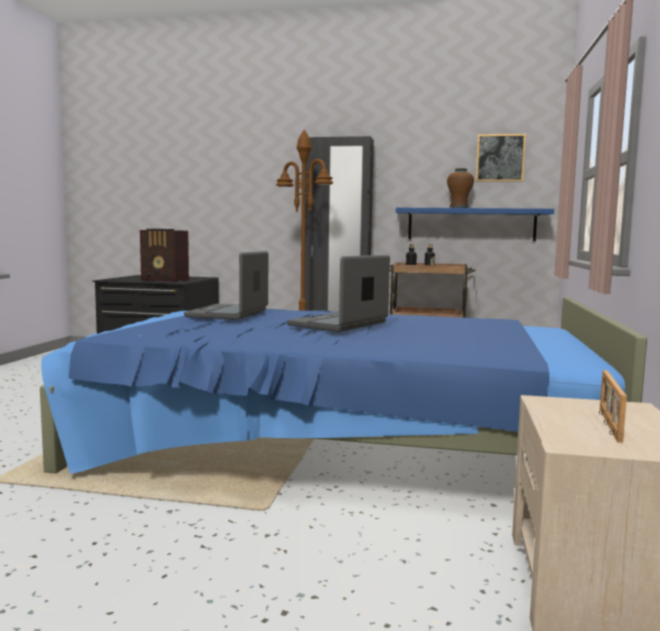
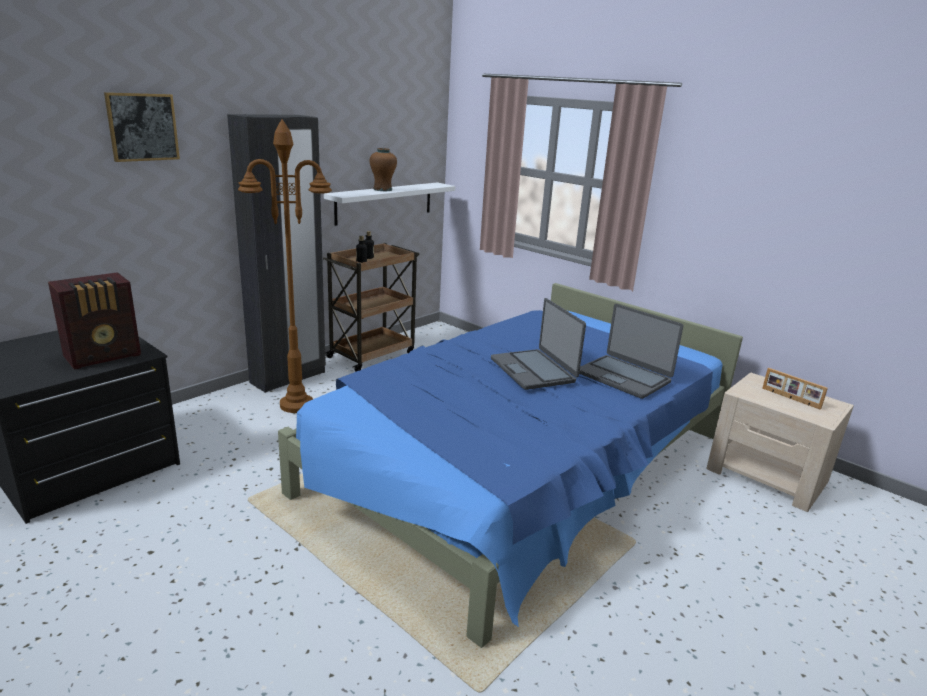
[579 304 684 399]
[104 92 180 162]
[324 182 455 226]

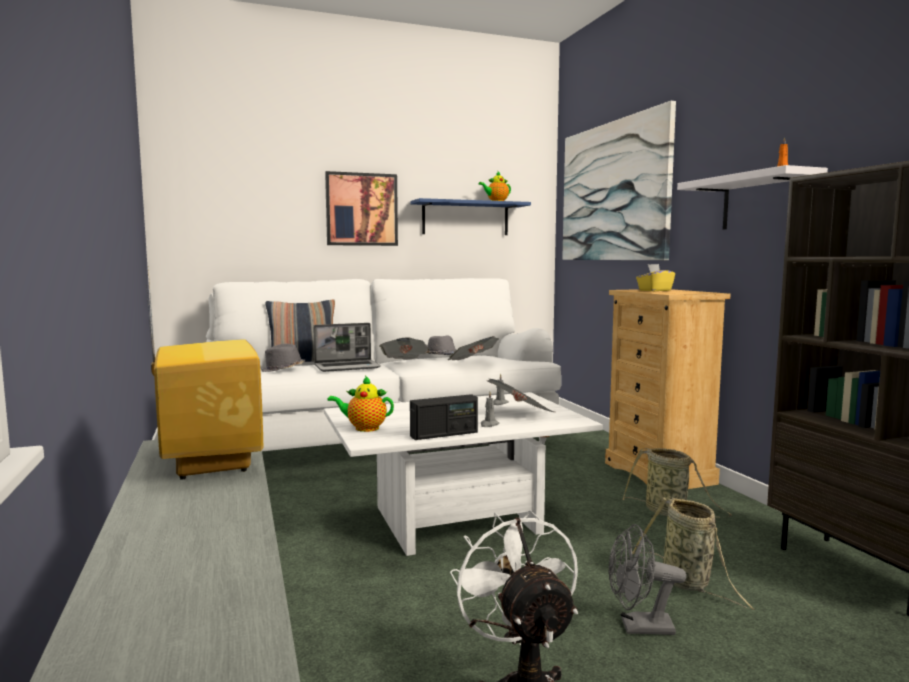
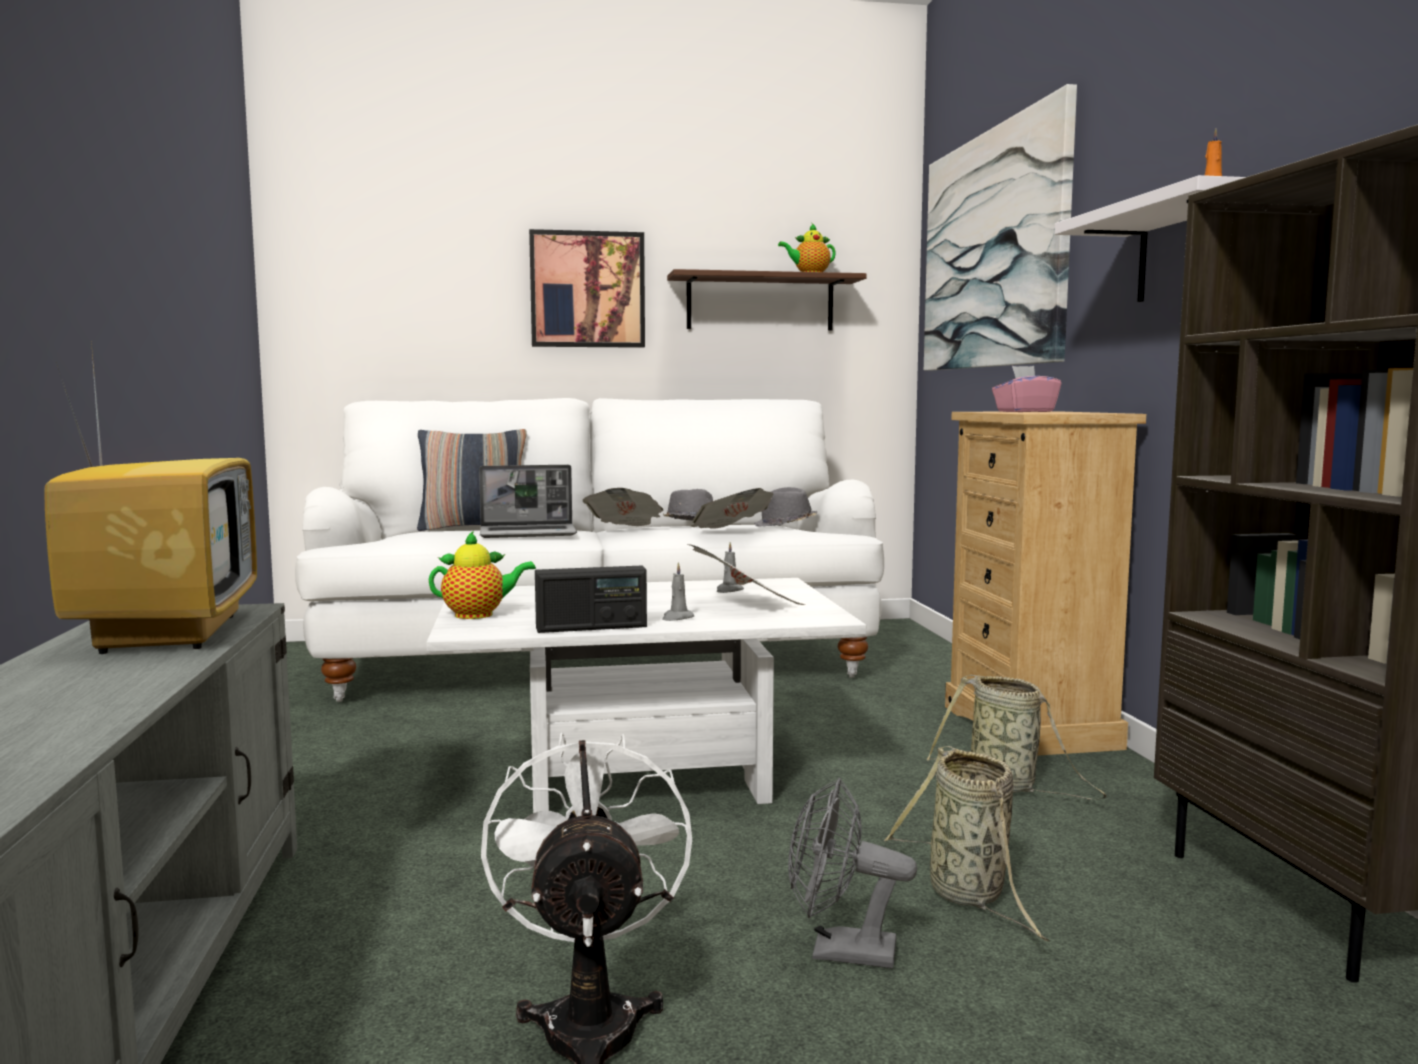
[754 487 818 527]
[667 269 867 331]
[992 366 1061 412]
[429 531 536 619]

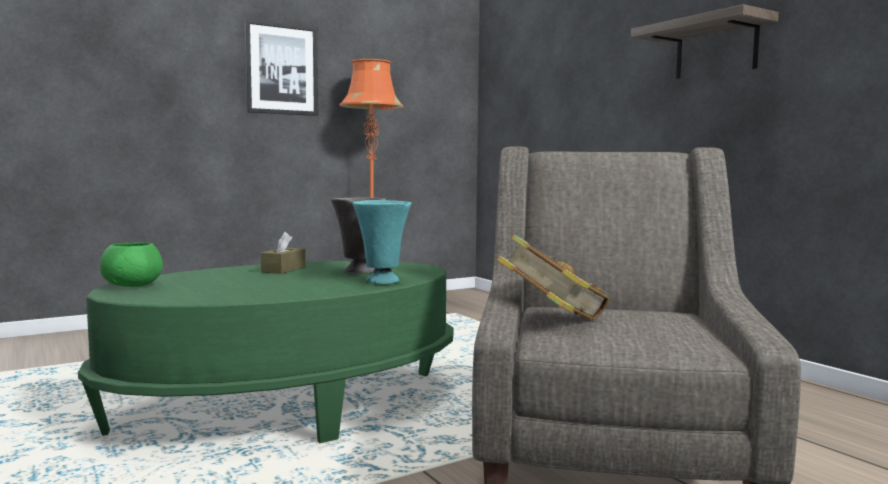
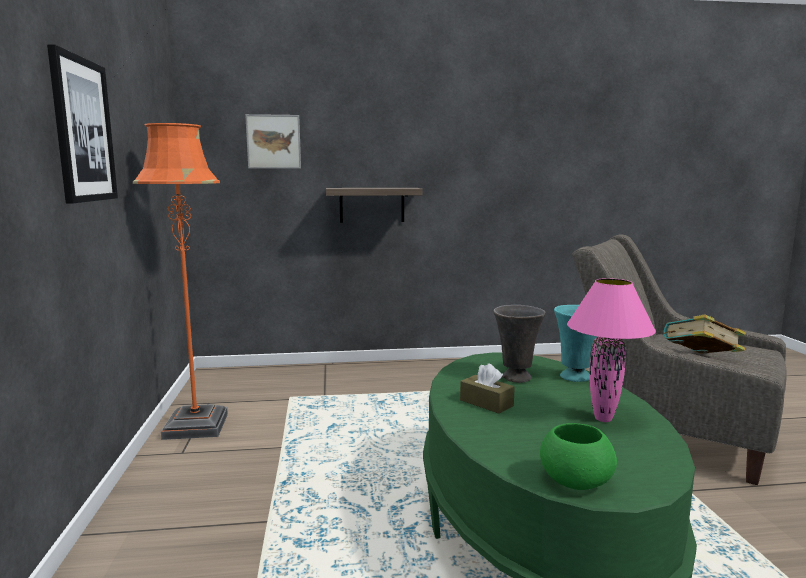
[245 114 301 169]
[567 278 656 422]
[326 188 423 223]

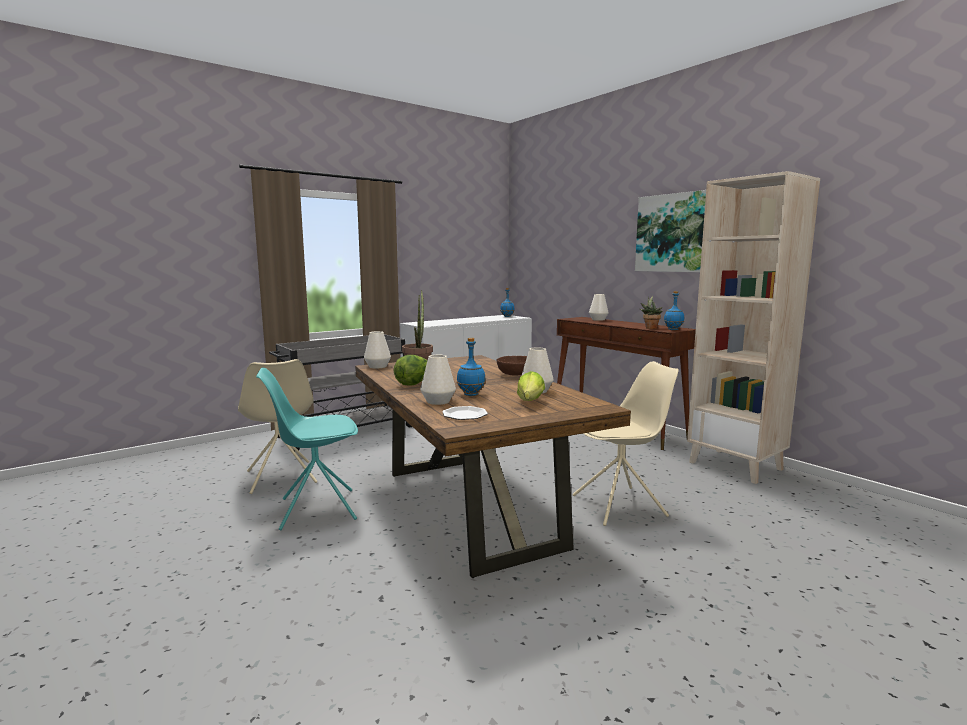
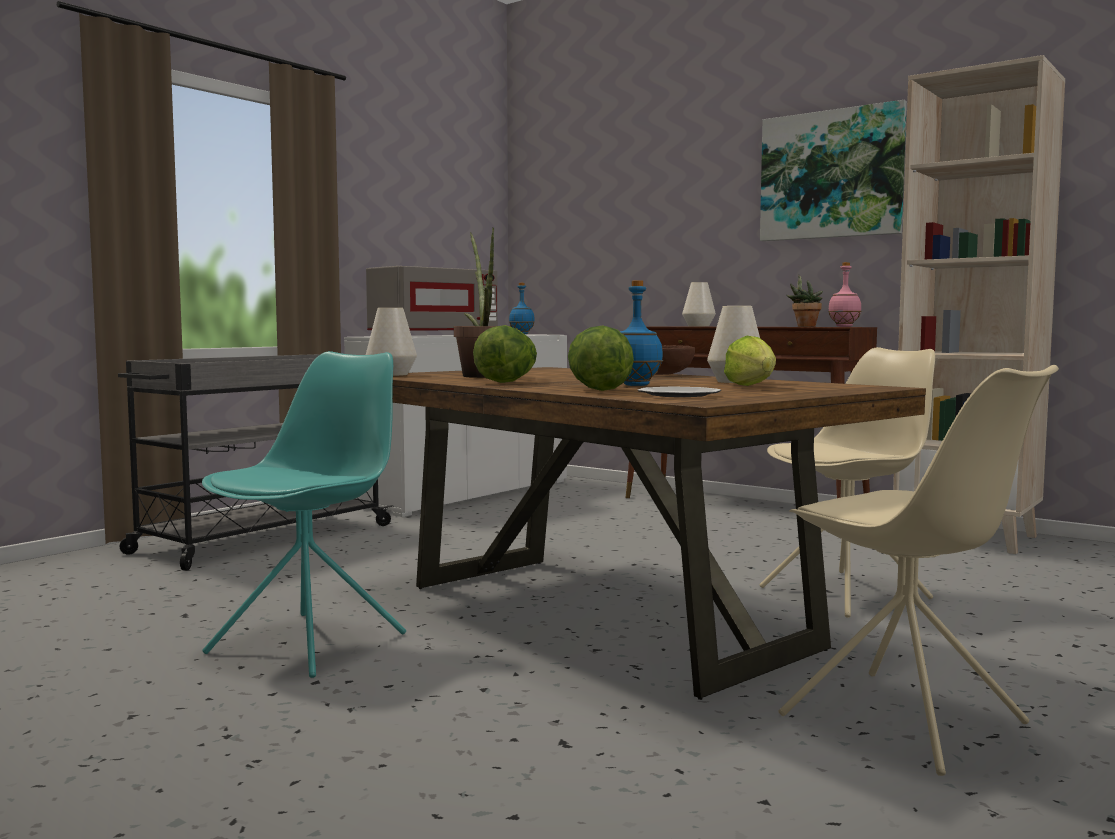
[366 266 498 331]
[779 365 1059 776]
[568 326 634 391]
[828 262 862 327]
[202 351 406 678]

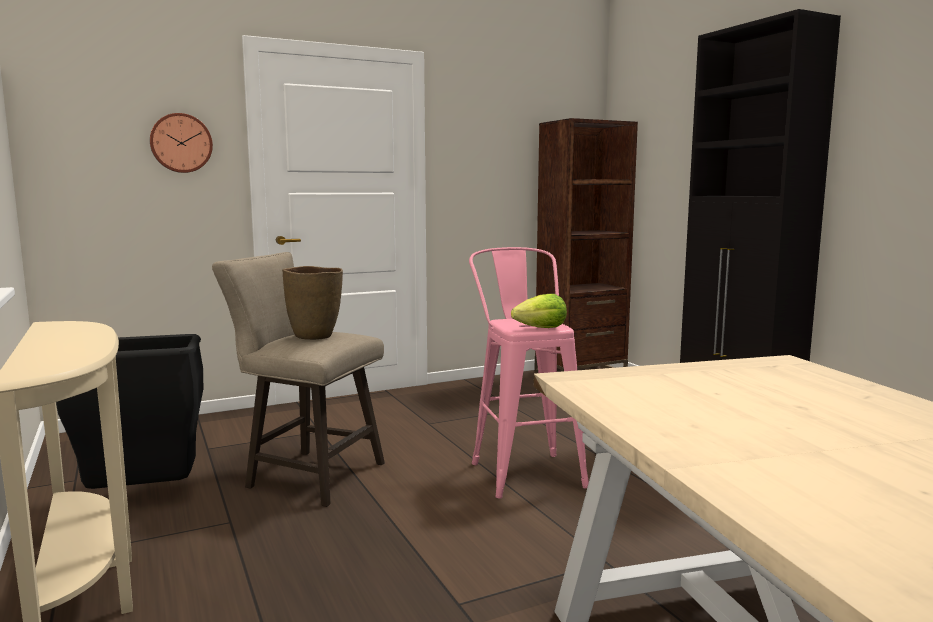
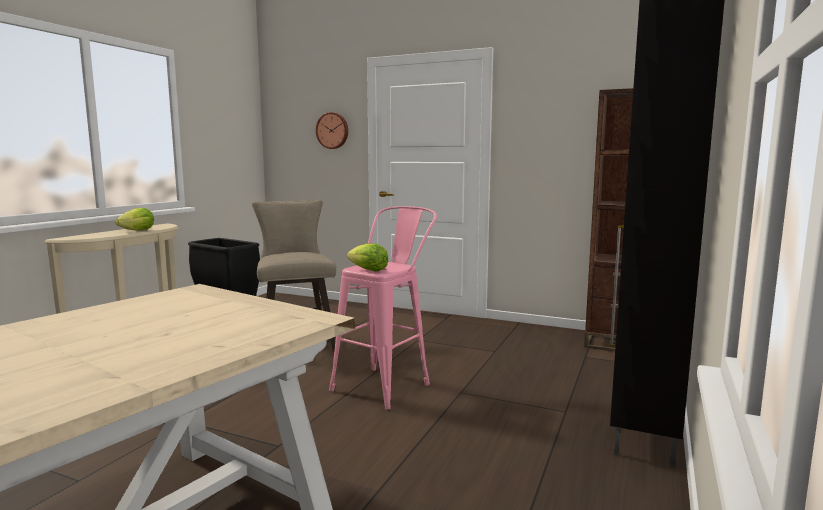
[282 266 343 340] (first image)
[115 208 154 230]

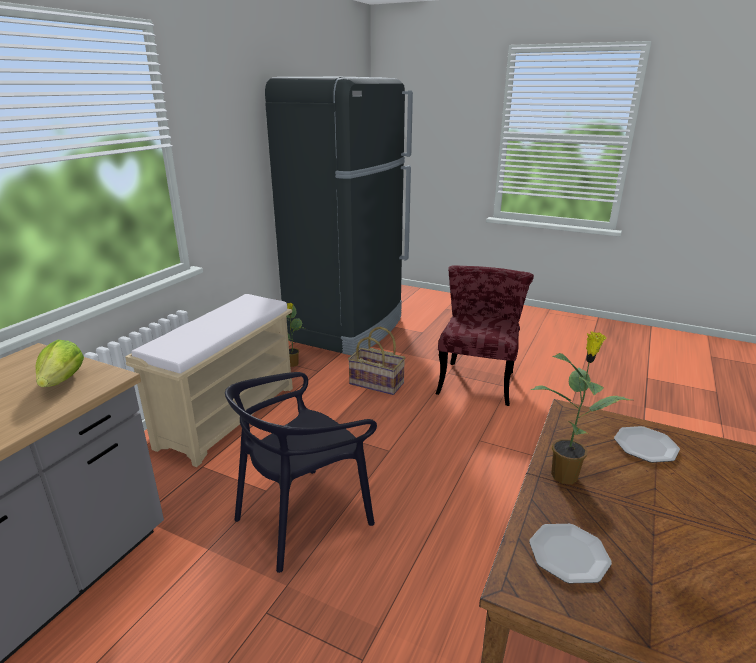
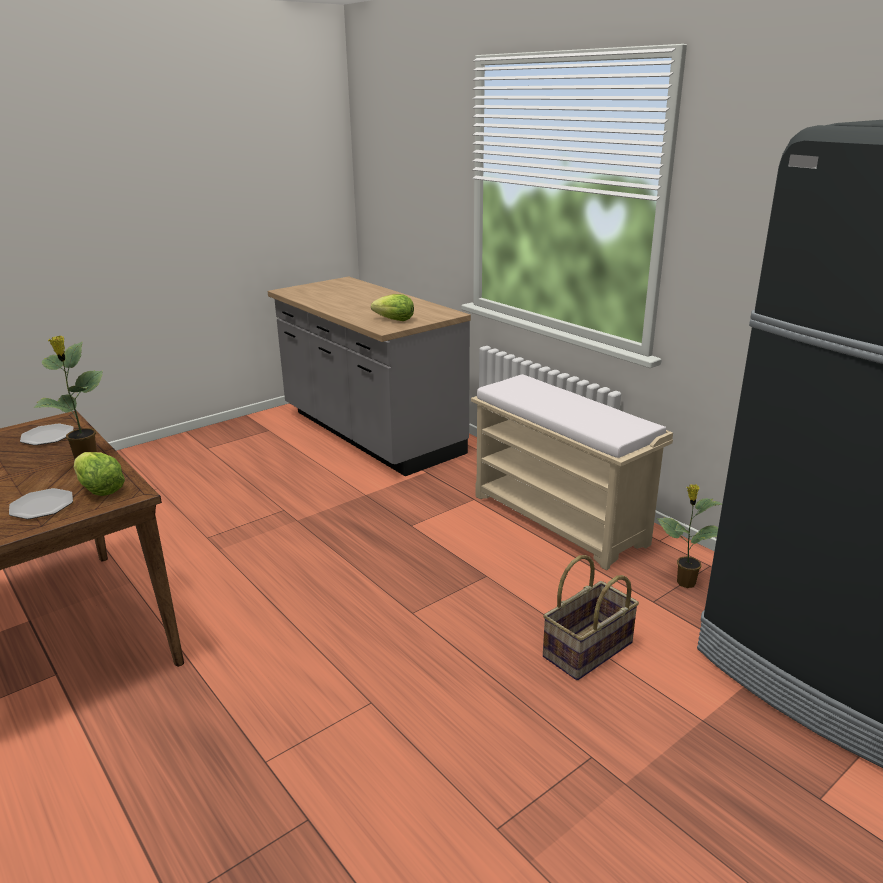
[225 372 377 573] (first image)
[436 265 534 406] (first image)
[74 452 125 496]

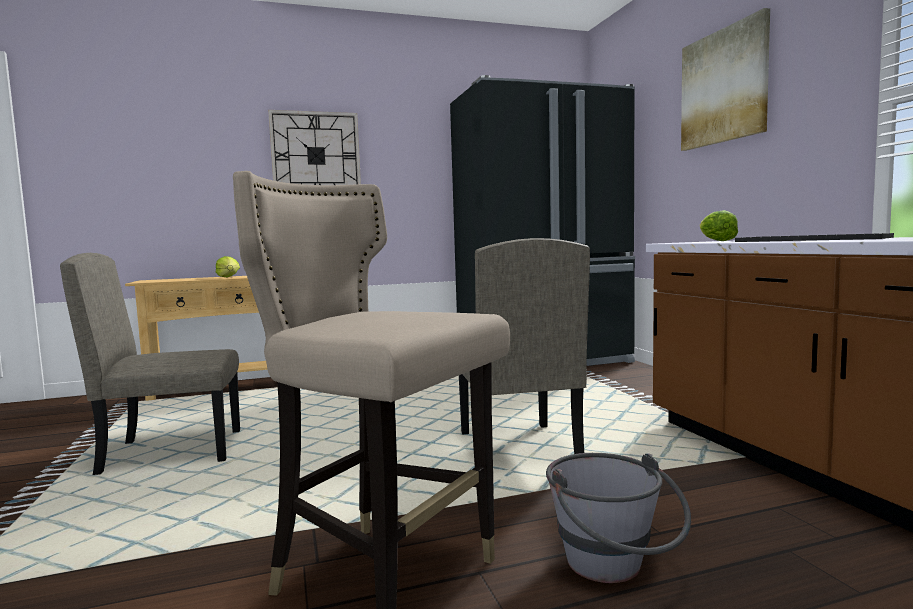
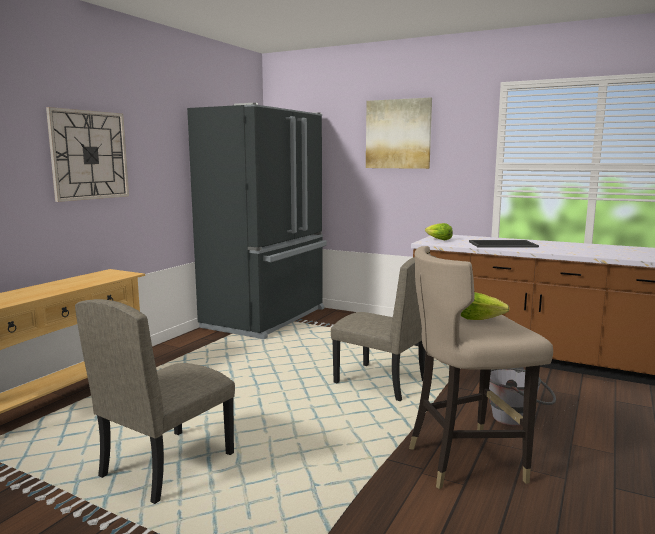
[461 292 510 320]

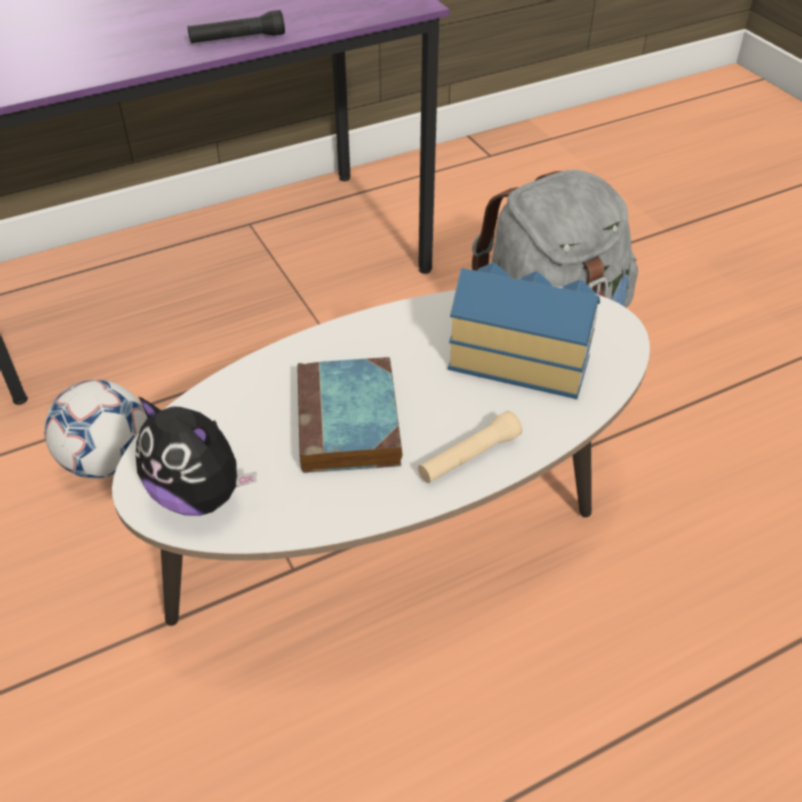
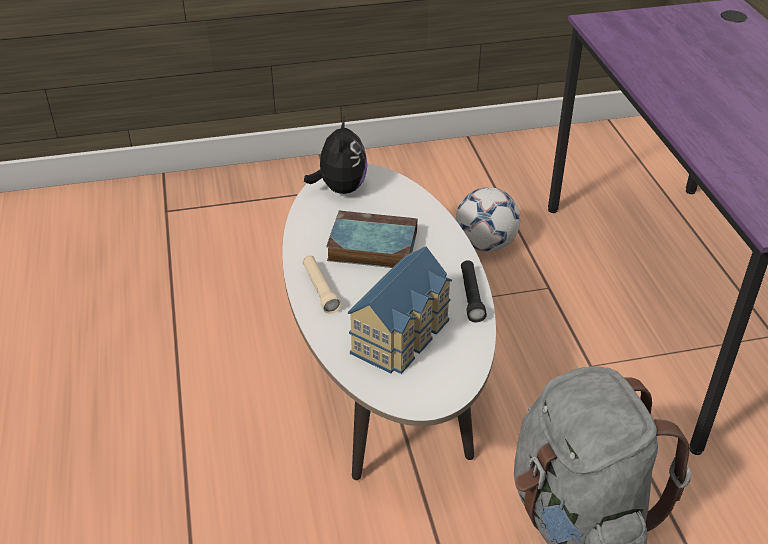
[461 260 487 323]
[304 116 368 194]

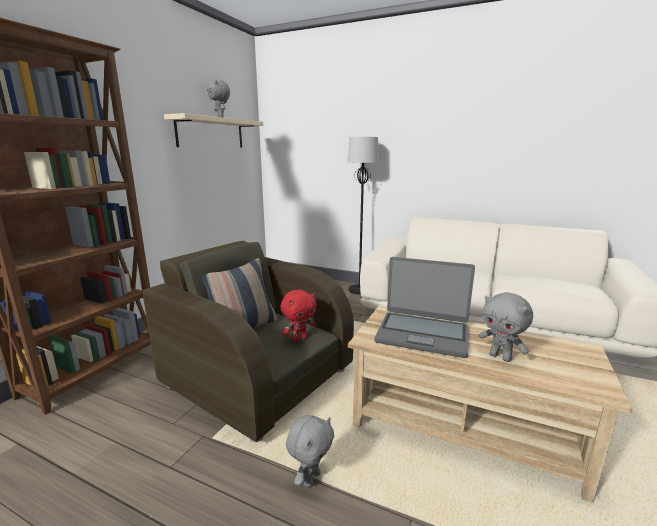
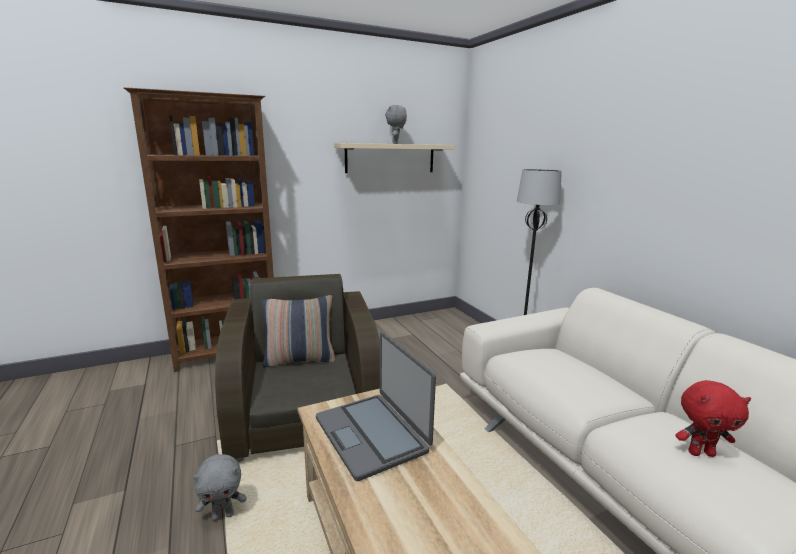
[479 292 533 362] (first image)
[675 380 751 457]

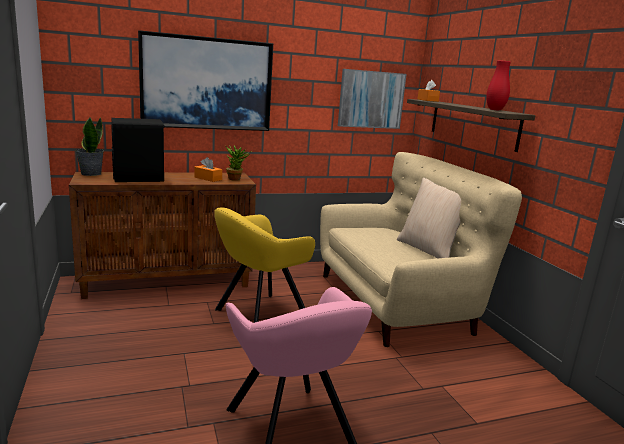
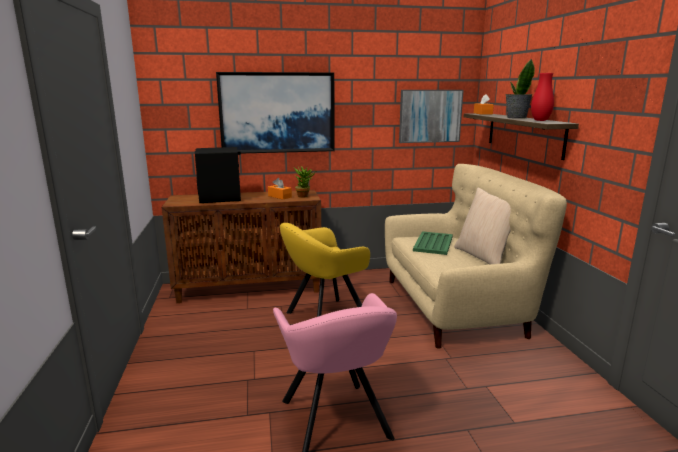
[413 231 453 255]
[505 59 535 119]

